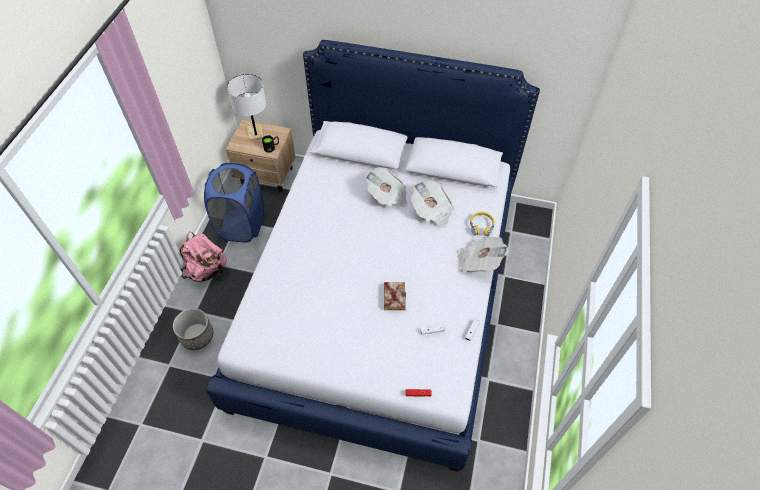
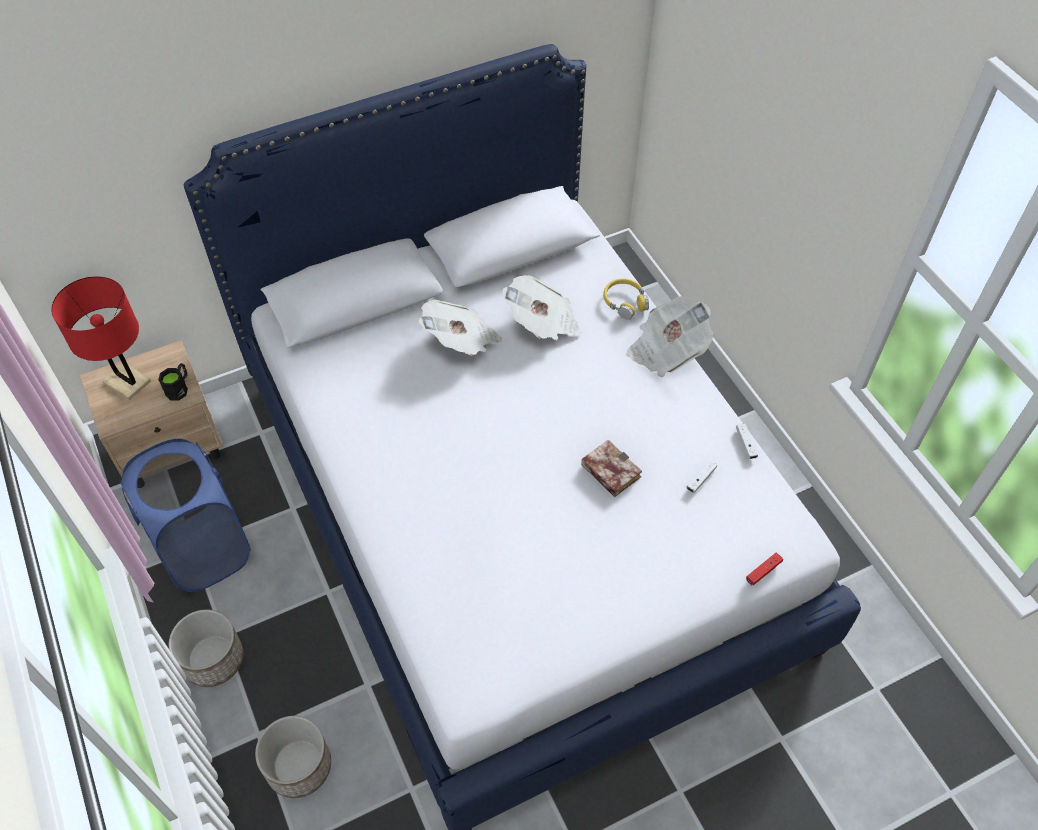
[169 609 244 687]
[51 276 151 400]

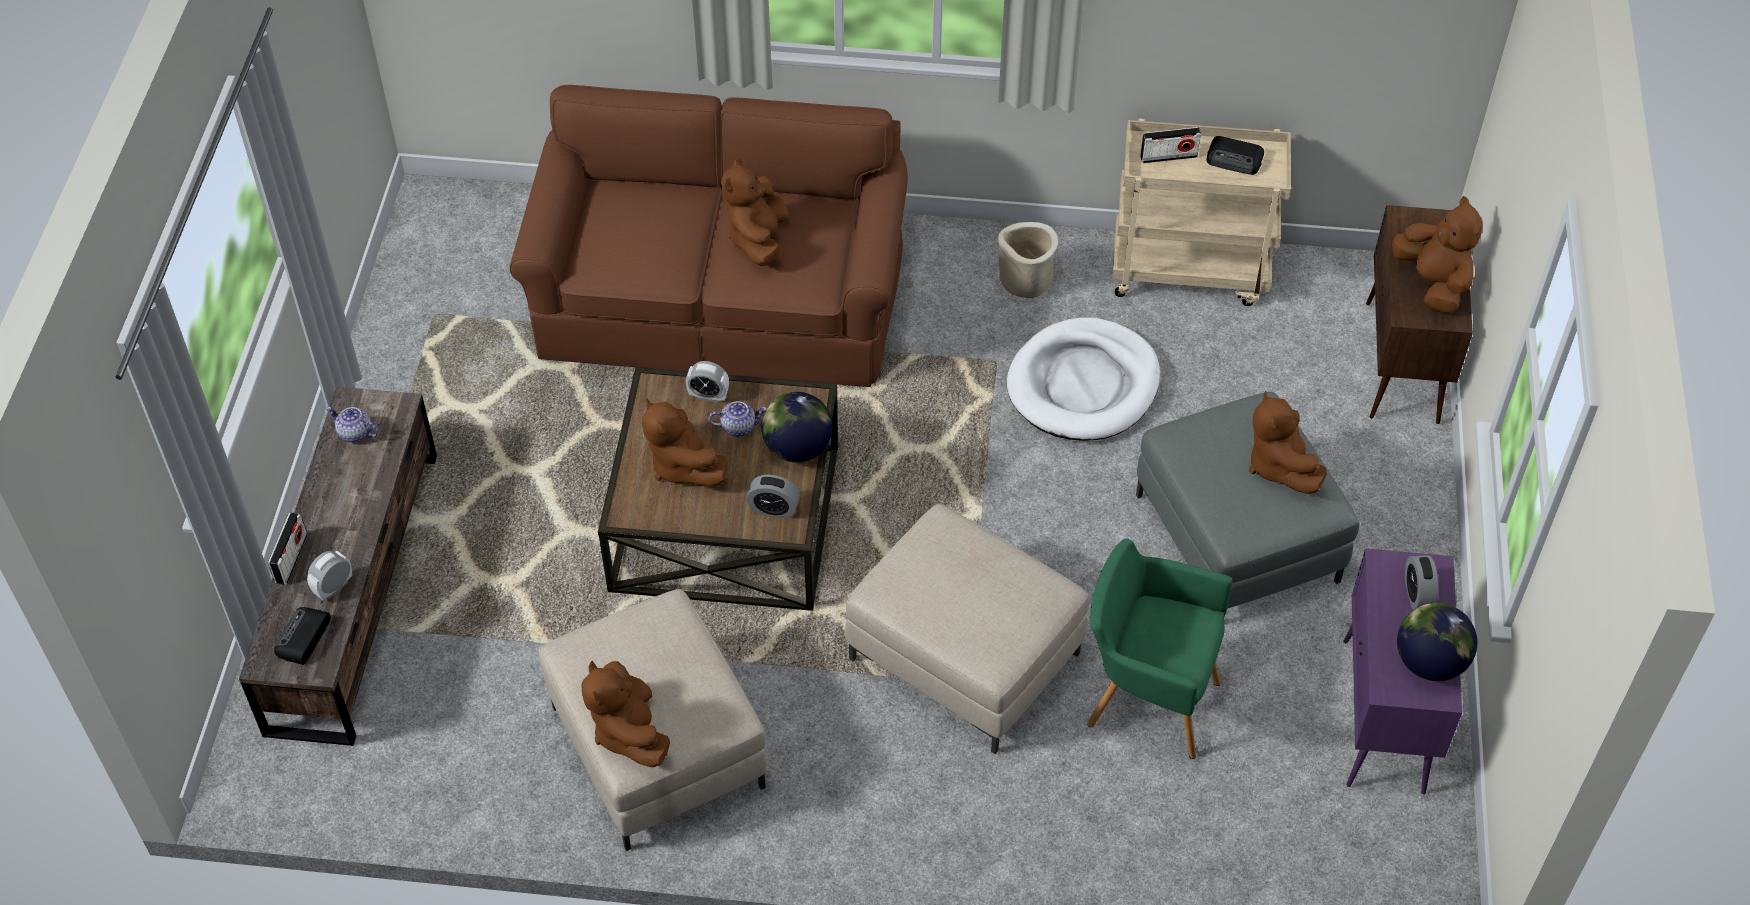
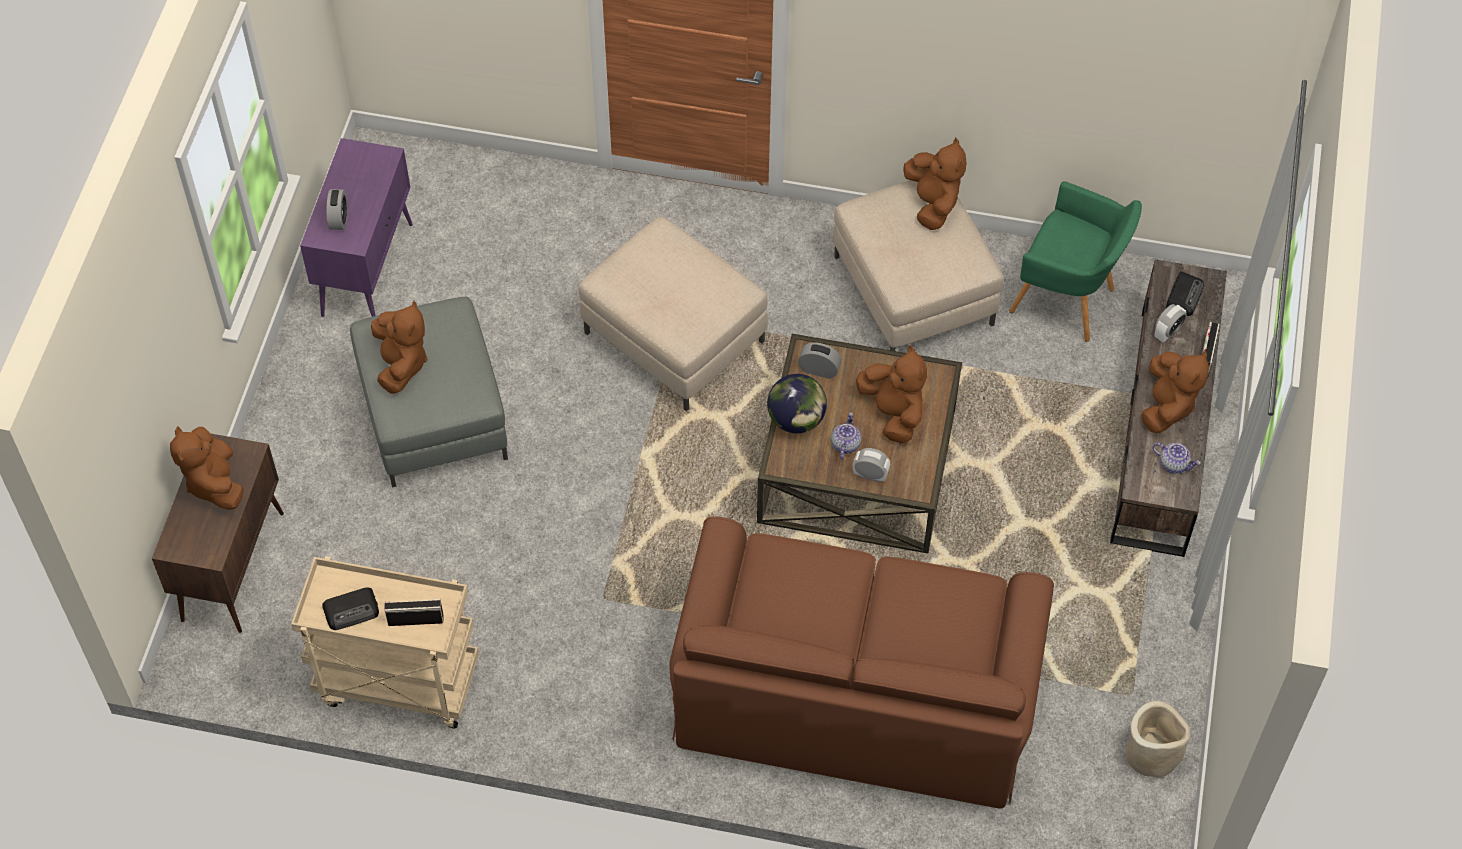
[1007 317 1160 441] (first image)
[1397 603 1477 681] (first image)
[1141 351 1209 433]
[1125 701 1191 778]
[1009 181 1142 342]
[831 413 861 459]
[322 587 379 630]

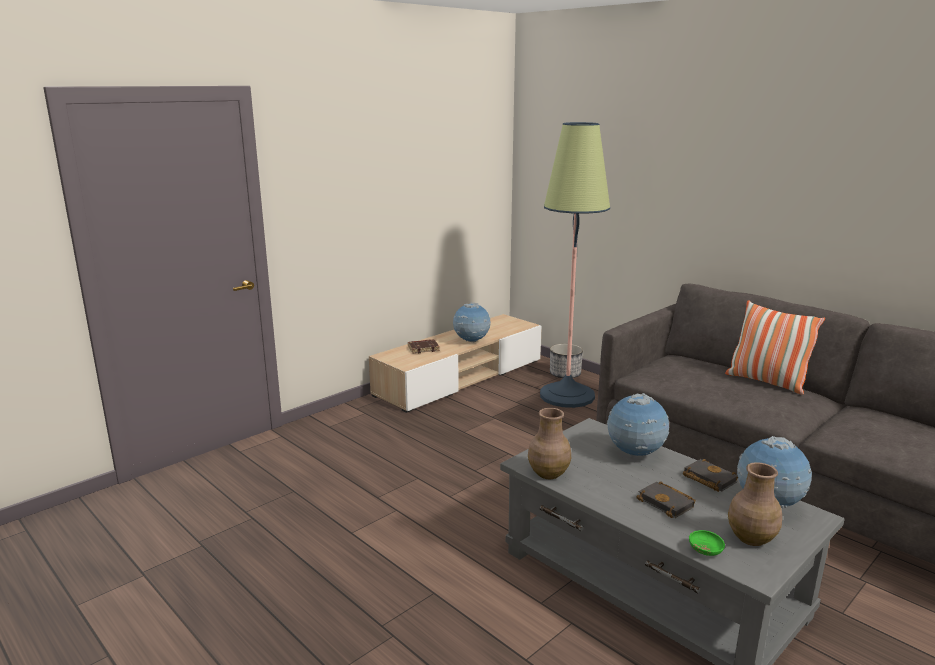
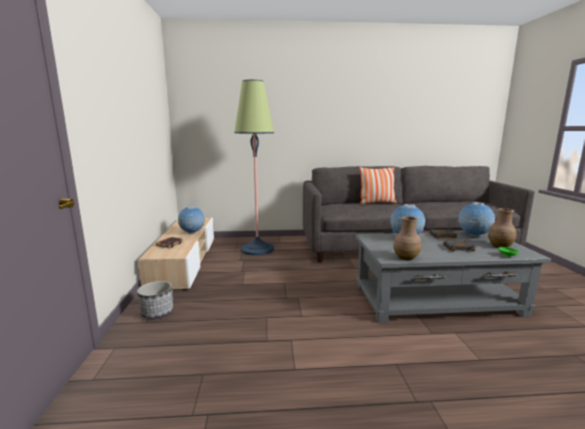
[137 281 173 319]

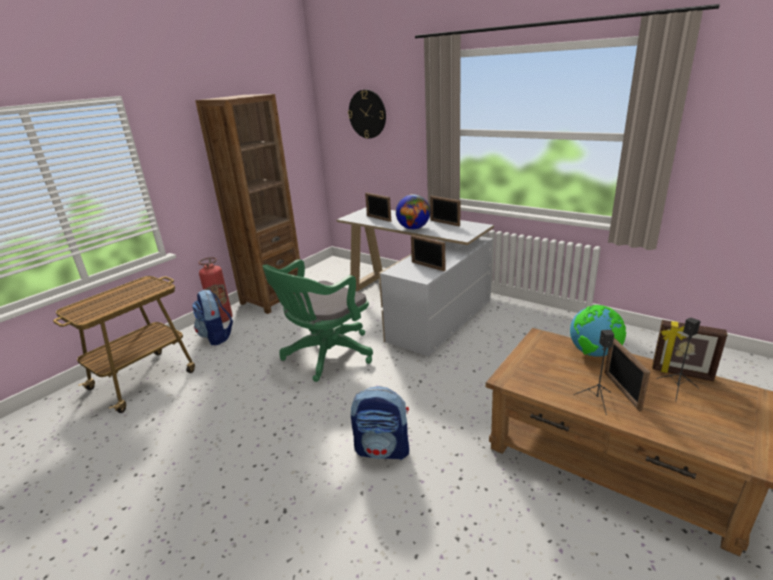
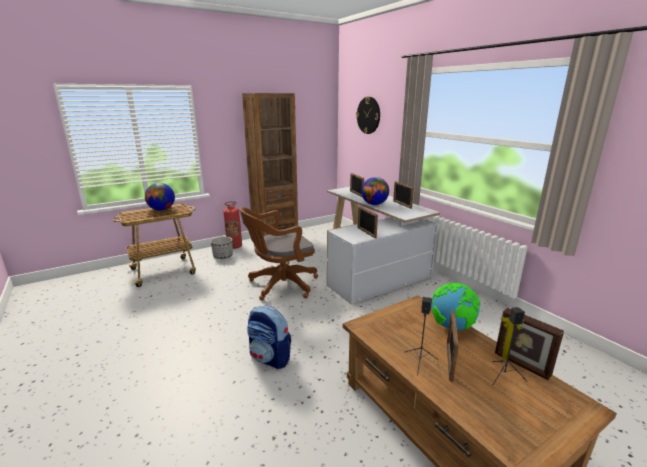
[145 183 175 211]
[210 236 233 259]
[239 207 318 300]

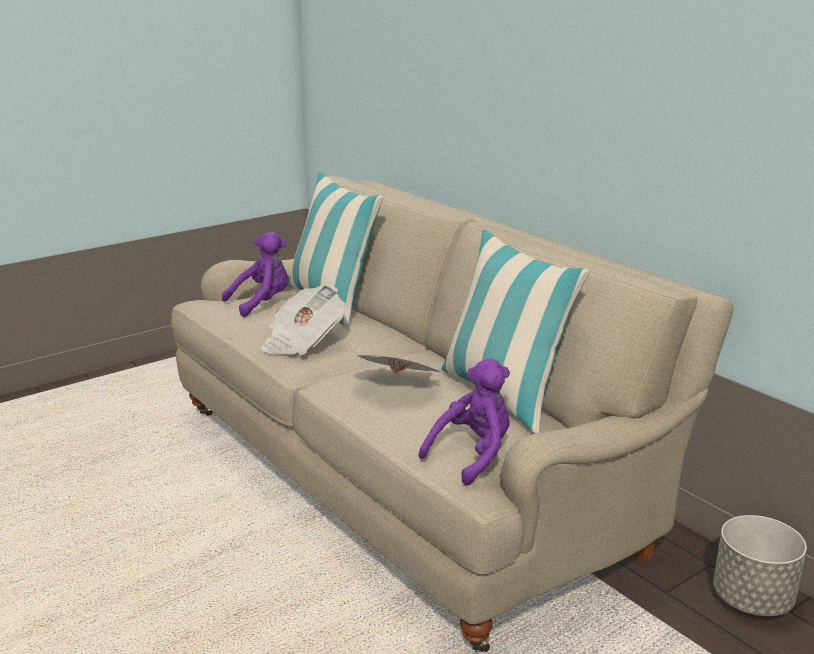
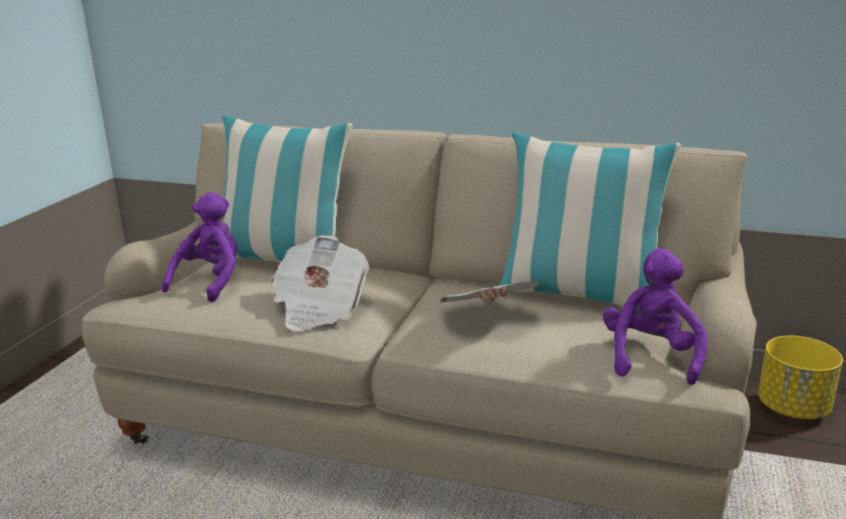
[758 336 843 419]

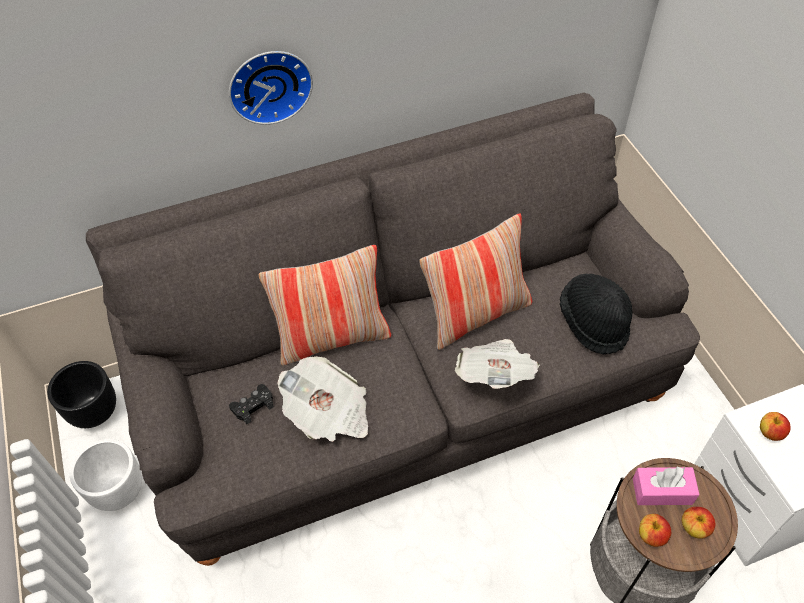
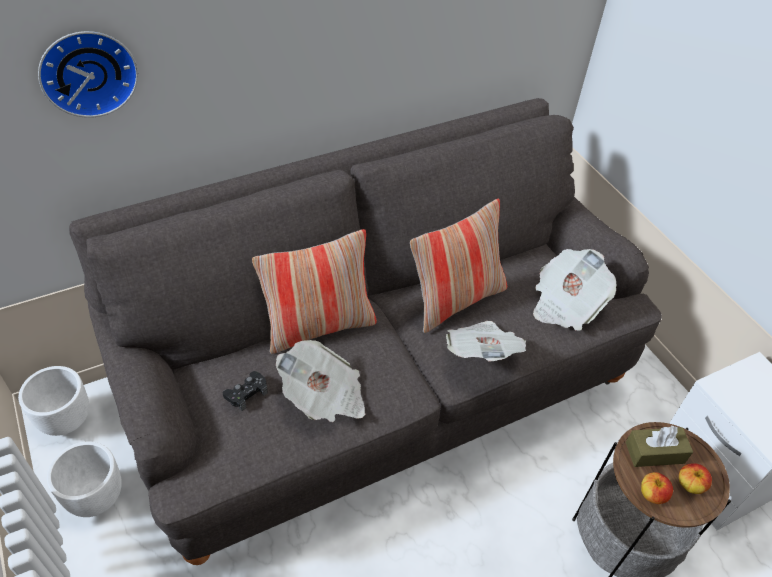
[760 412 791 441] (first image)
[38 31 138 118]
[533 249 616 331]
[18 366 89 436]
[625 426 693 467]

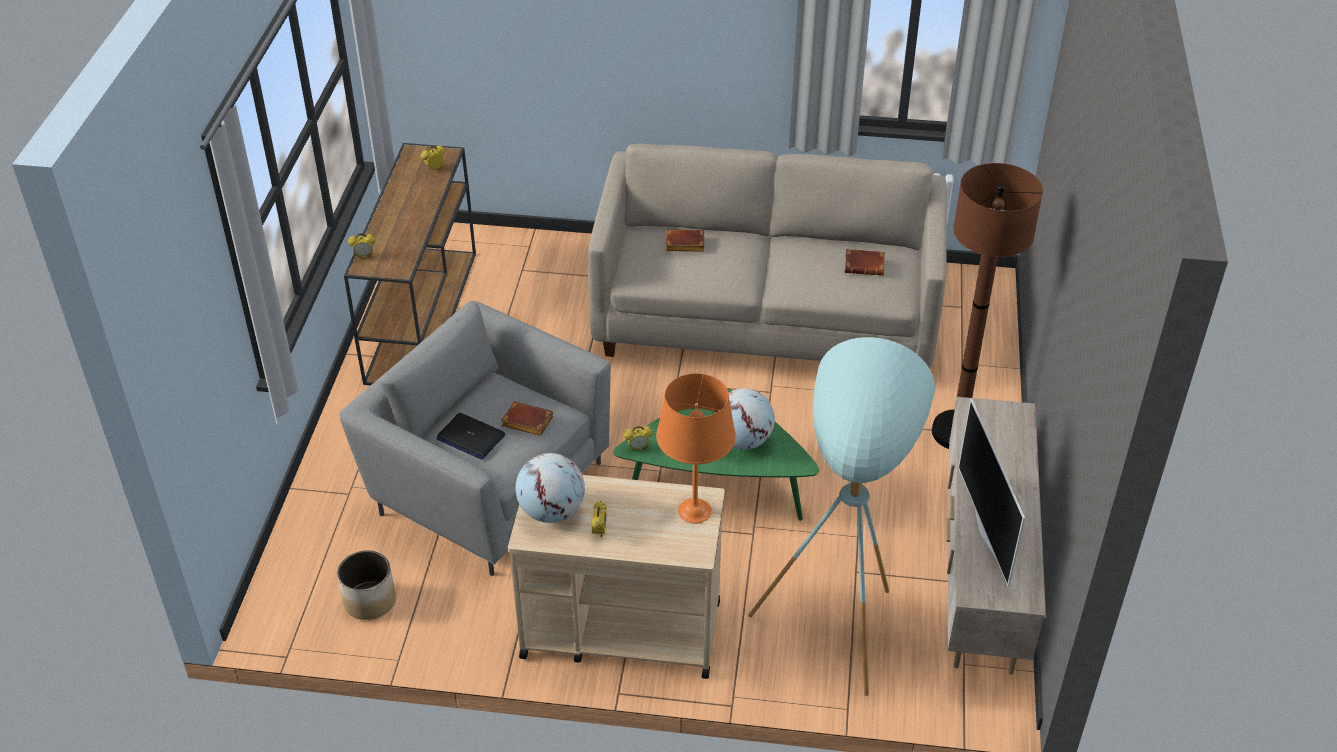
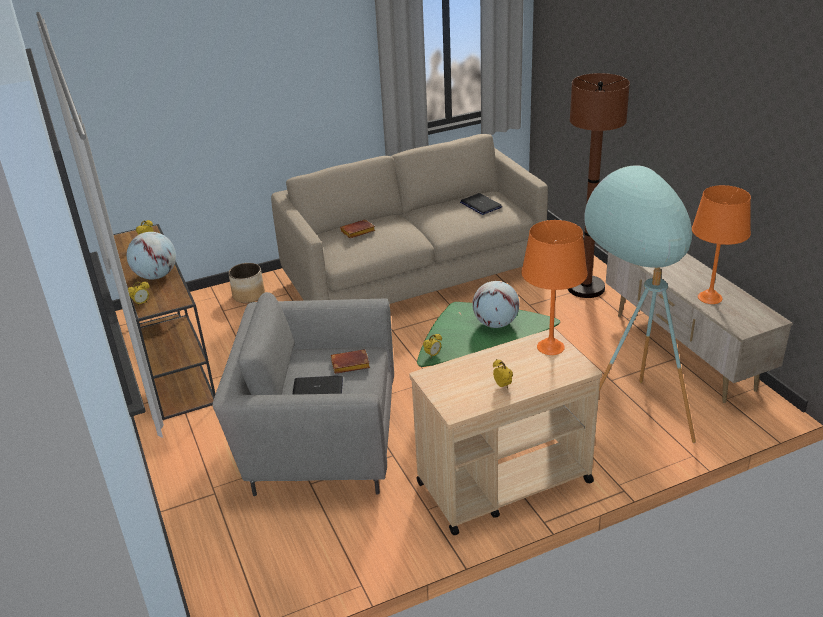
[228 263 265 303]
[127 232 176 279]
[460 193 502 215]
[692 185 751 304]

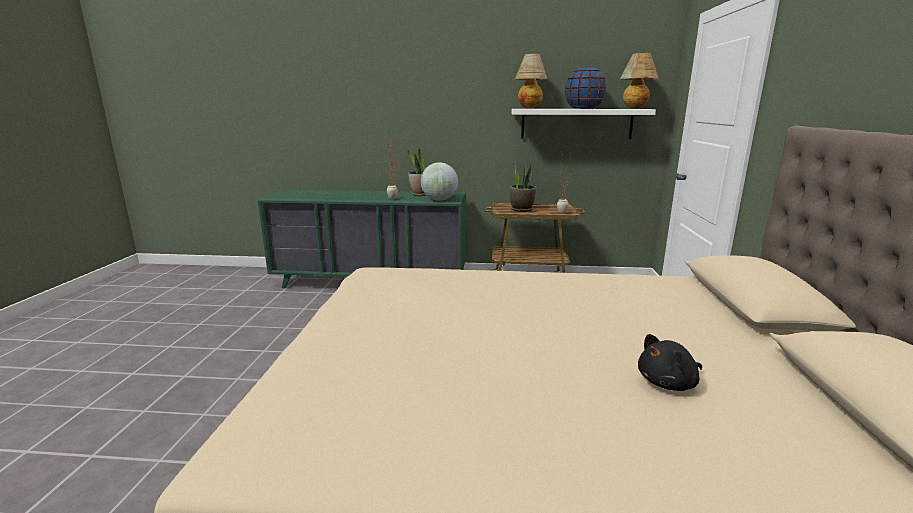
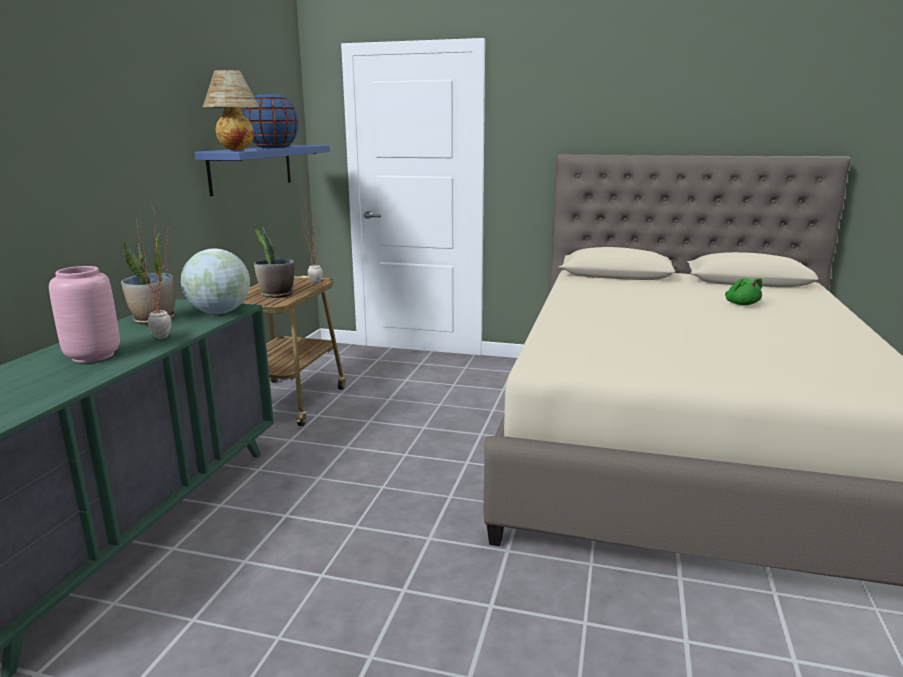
[620 53 658 109] (first image)
[49 266 120 363]
[195 145 330 196]
[725 278 762 305]

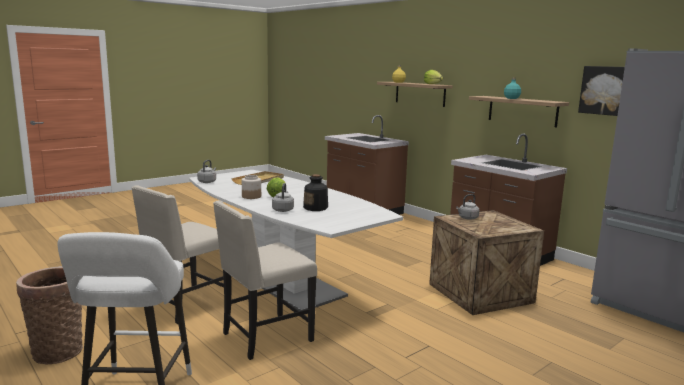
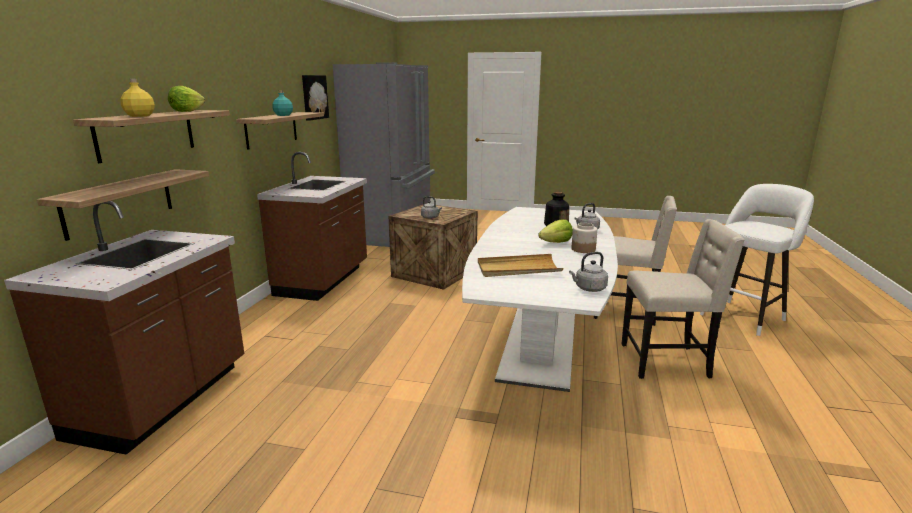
[16 266 83 364] (first image)
[37 169 209 241]

